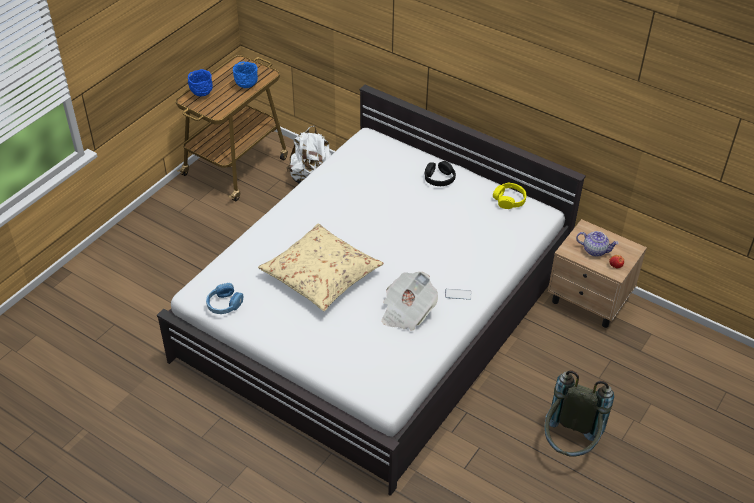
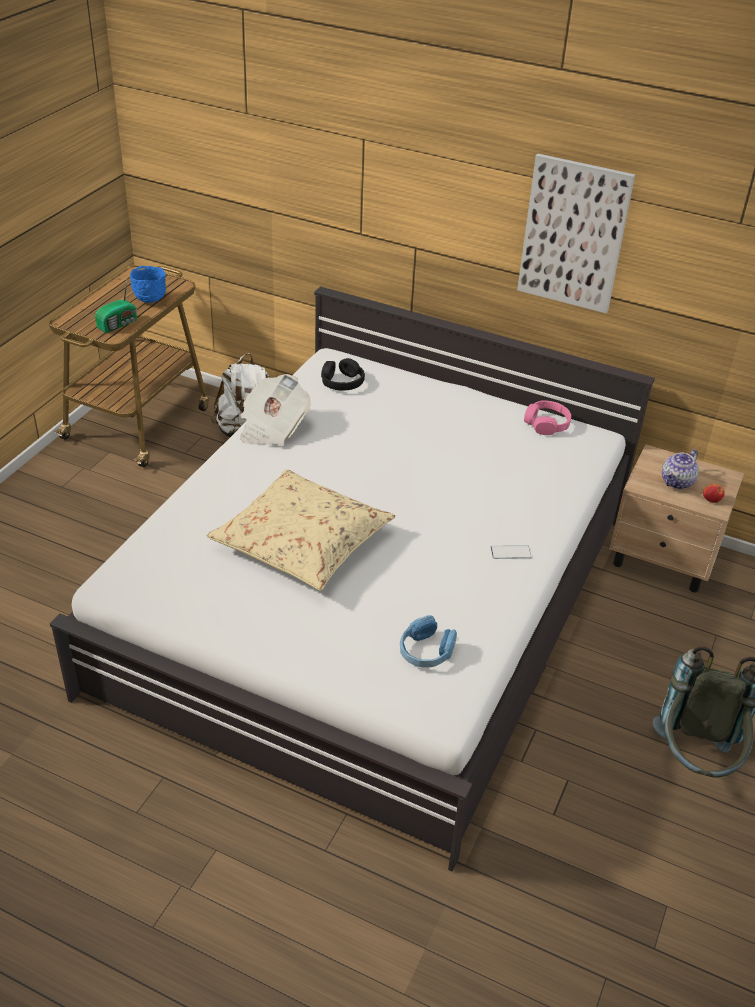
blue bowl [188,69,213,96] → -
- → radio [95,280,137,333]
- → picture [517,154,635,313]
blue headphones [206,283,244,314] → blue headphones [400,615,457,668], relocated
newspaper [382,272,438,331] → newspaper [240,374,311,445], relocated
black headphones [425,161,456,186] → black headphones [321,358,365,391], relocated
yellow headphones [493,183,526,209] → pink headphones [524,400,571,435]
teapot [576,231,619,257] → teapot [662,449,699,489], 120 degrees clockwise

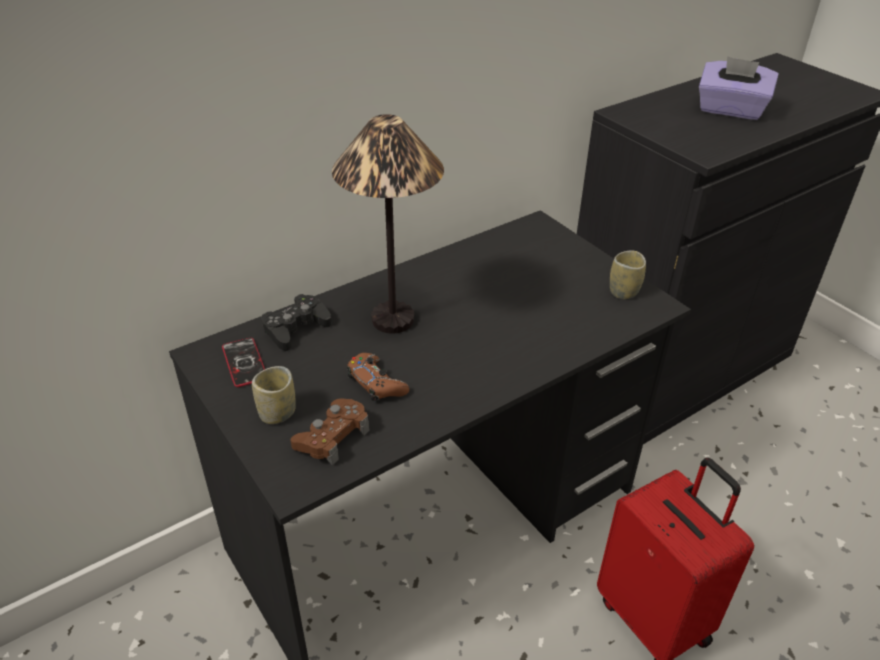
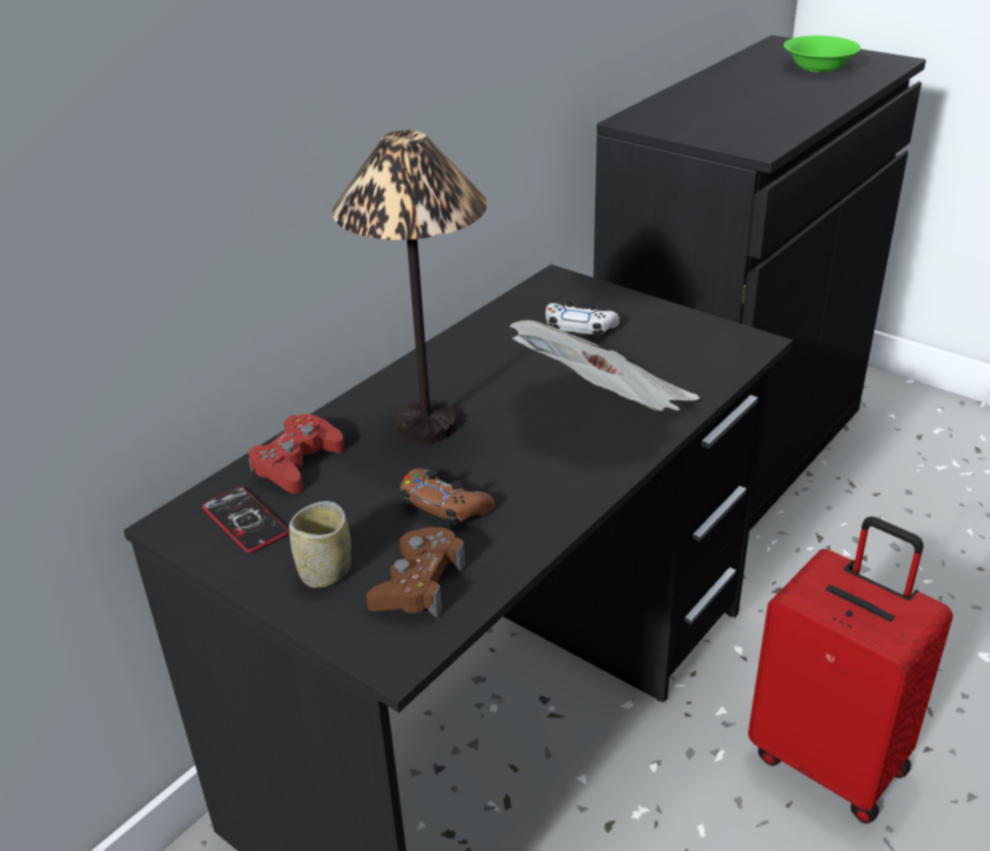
cup [610,251,646,299] → -
purple tissue box [699,56,779,120] → -
- → newspaper [510,320,700,412]
- → white game controller [545,301,619,338]
- → green bowl [784,35,861,72]
black game controller [262,294,332,351] → red game controller [248,414,345,494]

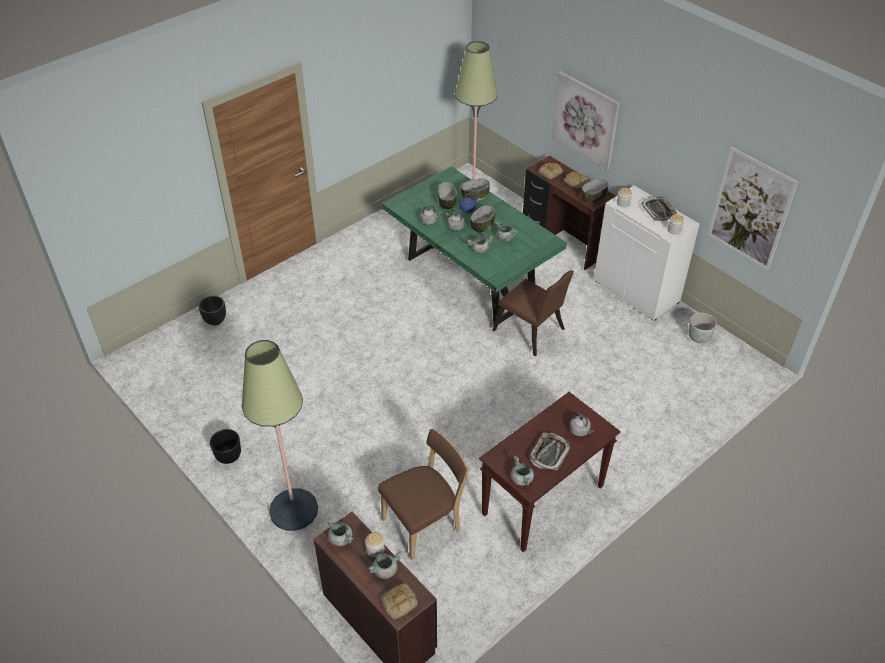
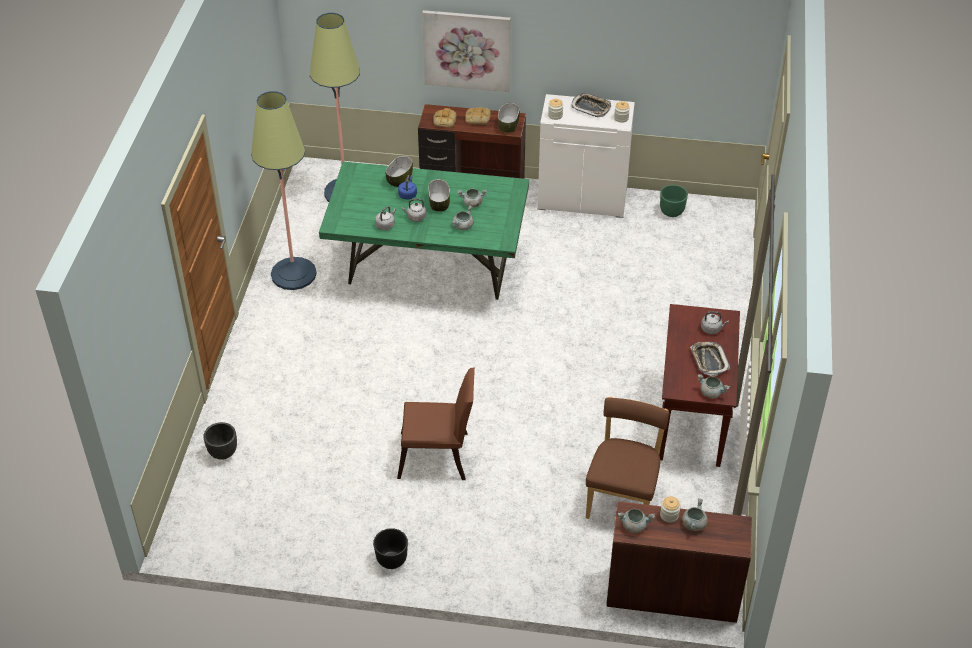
bread [381,583,418,619] → -
bowl [438,182,456,209] → -
picture [708,147,798,270] → -
floor lamp [242,340,318,531] → floor lamp [251,91,317,290], relocated
brown chair [493,270,574,356] → brown chair [397,367,475,480], relocated
grey planter [688,313,717,343] → green planter [660,185,688,217]

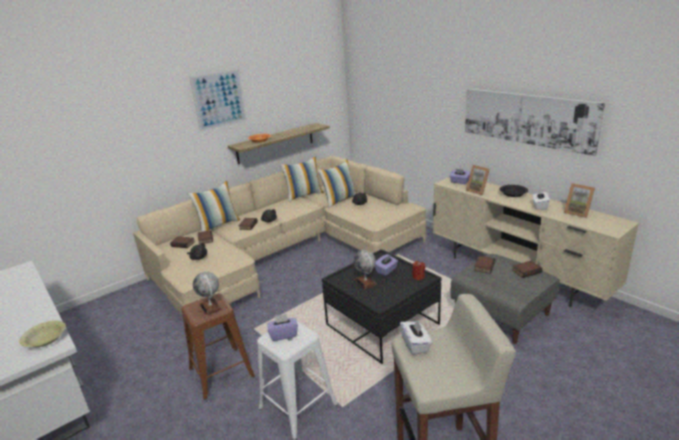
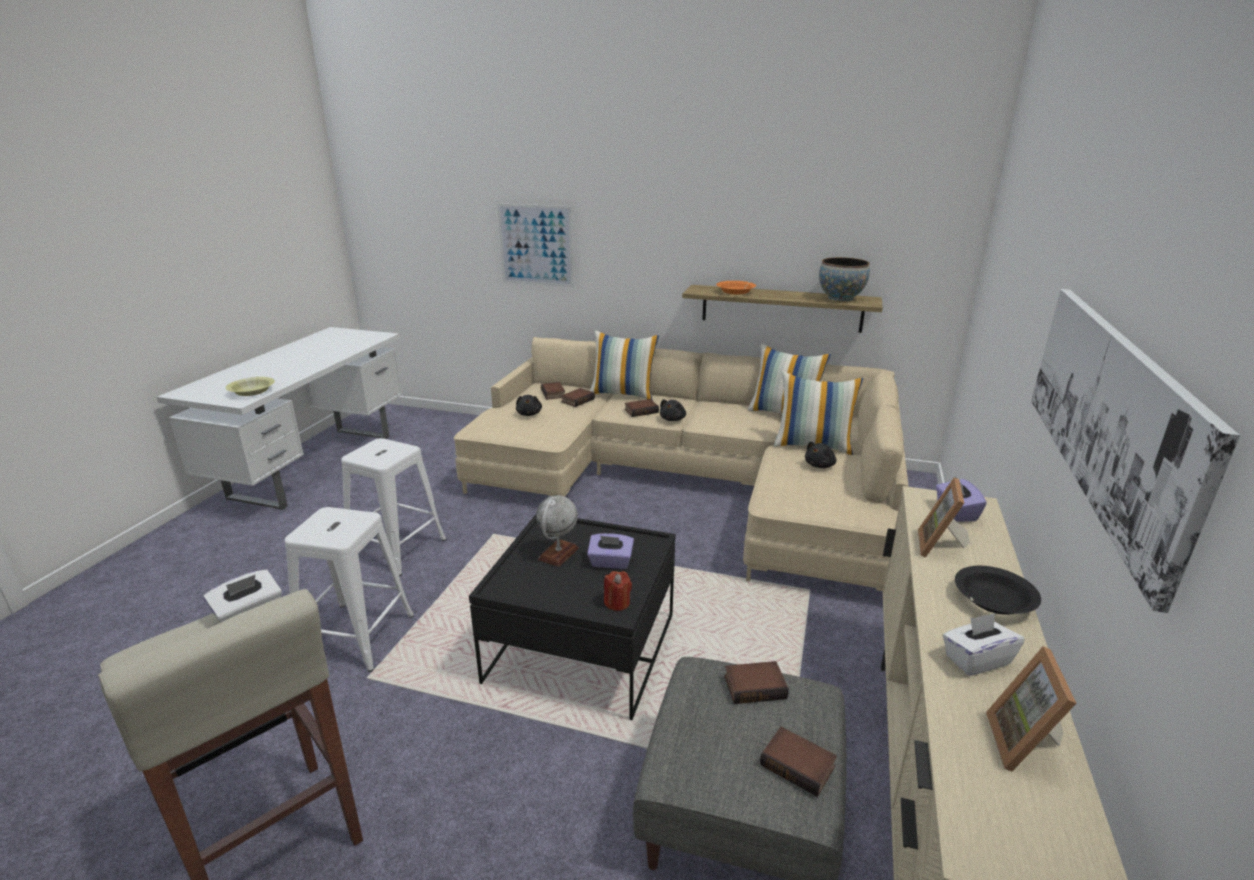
globe [193,272,222,316] → -
purple tissue box [267,314,298,341] → -
- → bowl [819,257,870,302]
picture [190,69,247,131] → picture [497,203,574,287], relocated
brown stool [181,293,255,400] → white stool [341,438,447,576]

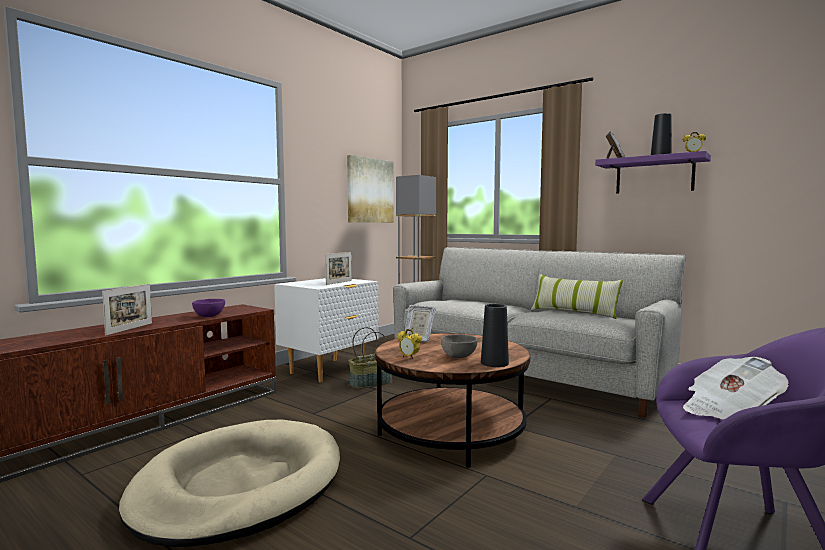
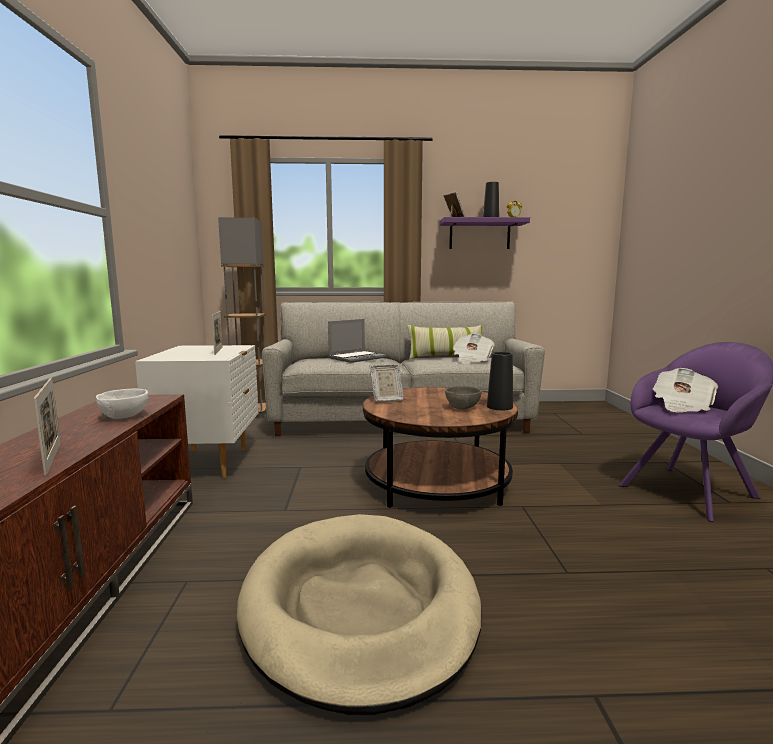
picture [347,155,394,223] → -
basket [349,327,392,389] → -
alarm clock [397,329,421,359] → -
- → laptop [328,319,386,363]
- → newspaper [453,334,495,363]
purple bowl [192,299,225,317] → white bowl [96,389,148,419]

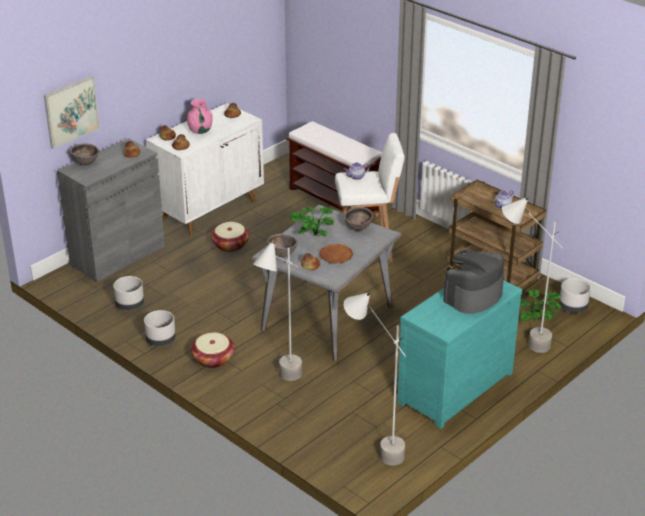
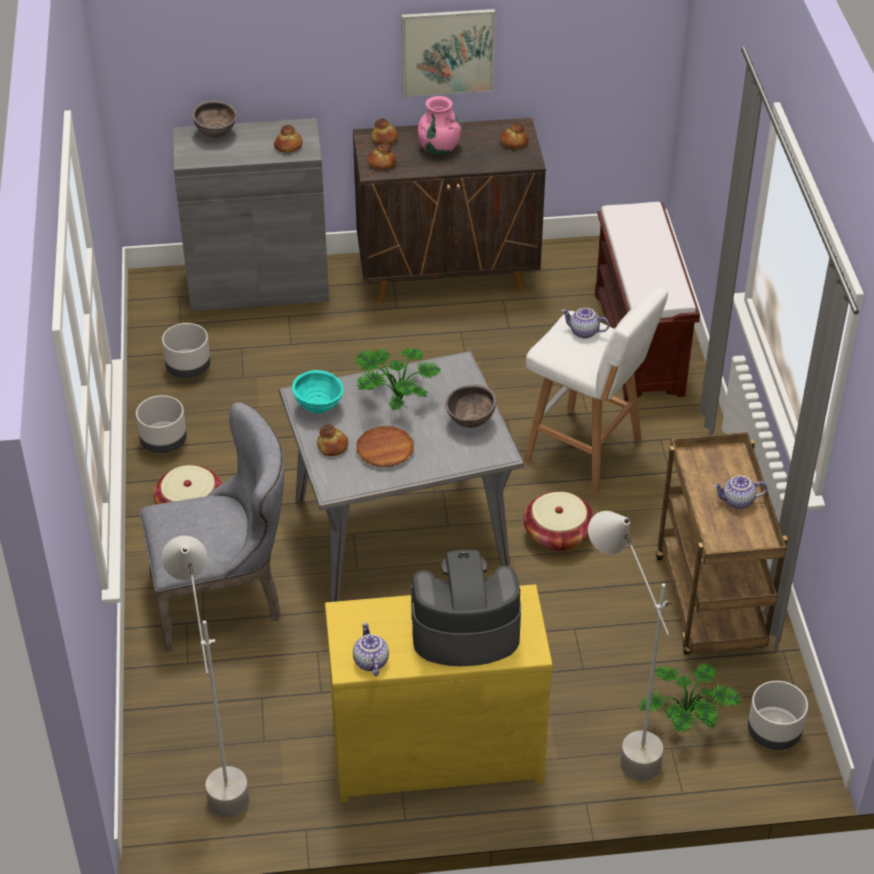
- → teapot [353,622,389,676]
picture [44,76,100,149] → picture [401,9,495,97], relocated
basket [211,222,249,252] → basket [523,491,594,552], relocated
grey floor lamp [253,240,302,381] → grey chair [140,402,284,652]
white cabinet [145,103,264,236] → brown cabinet [353,118,546,303]
brown bowl [267,234,298,257] → turquoise bowl [292,370,344,414]
turquoise dresser [397,280,522,429] → yellow dresser [325,584,553,802]

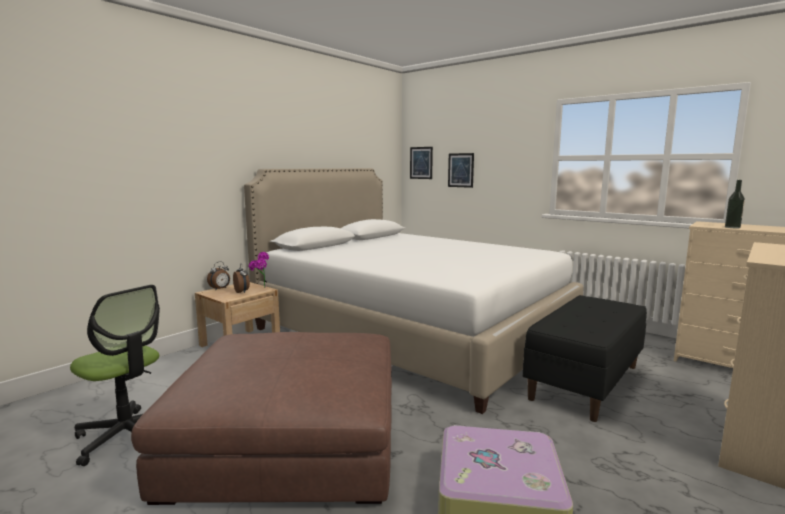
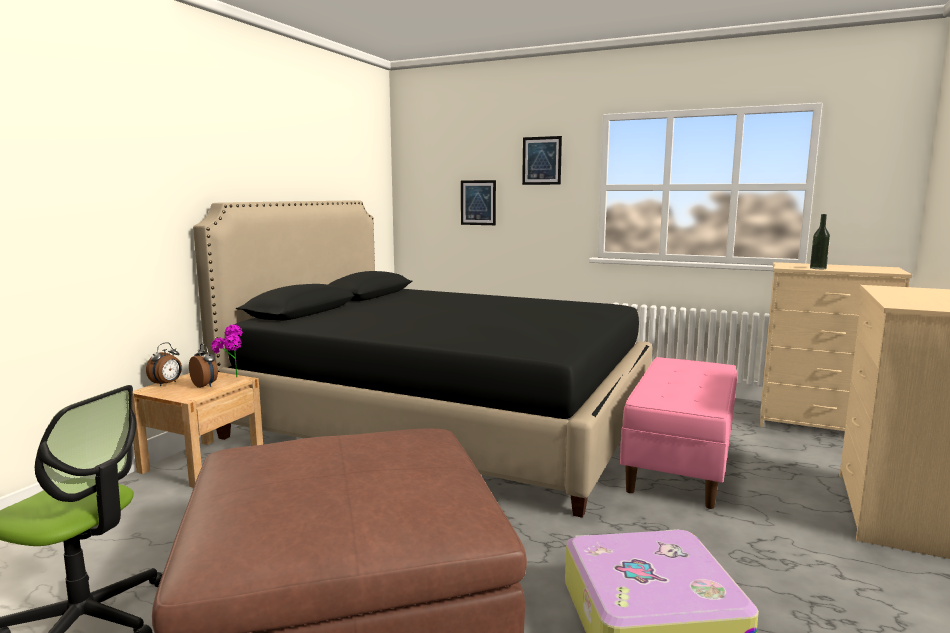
picture [410,147,433,179] → picture [522,136,562,185], relocated
white bed [244,168,584,414] → black bed [193,200,653,518]
black bench [523,295,647,422] → pink bench [620,357,737,509]

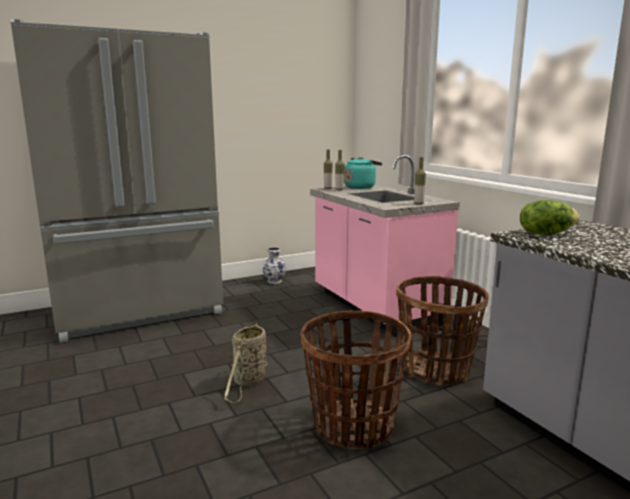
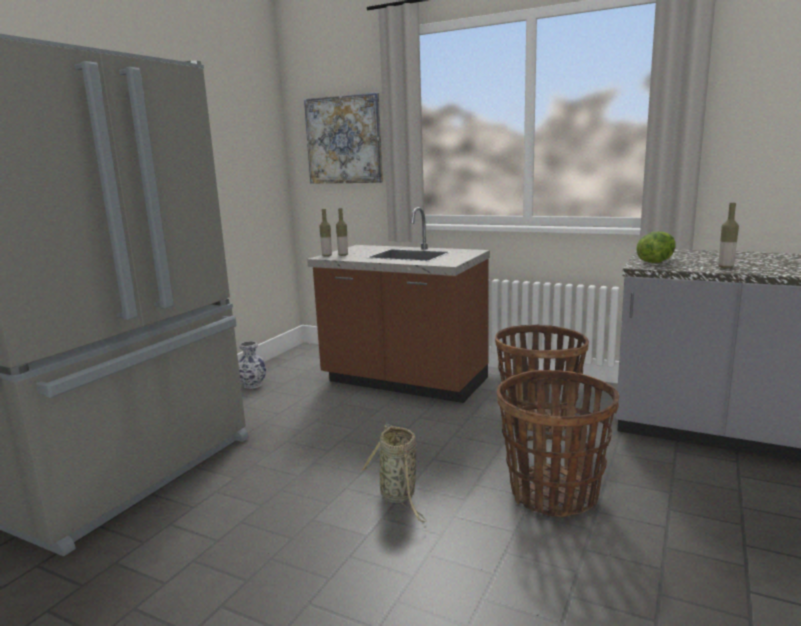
turquoise kettle [344,157,382,189] → -
- → picture [304,93,383,184]
bottle [414,157,426,204] → bottle [718,203,739,269], relocated
pink counter [310,155,460,337] → brown counter [307,207,490,403]

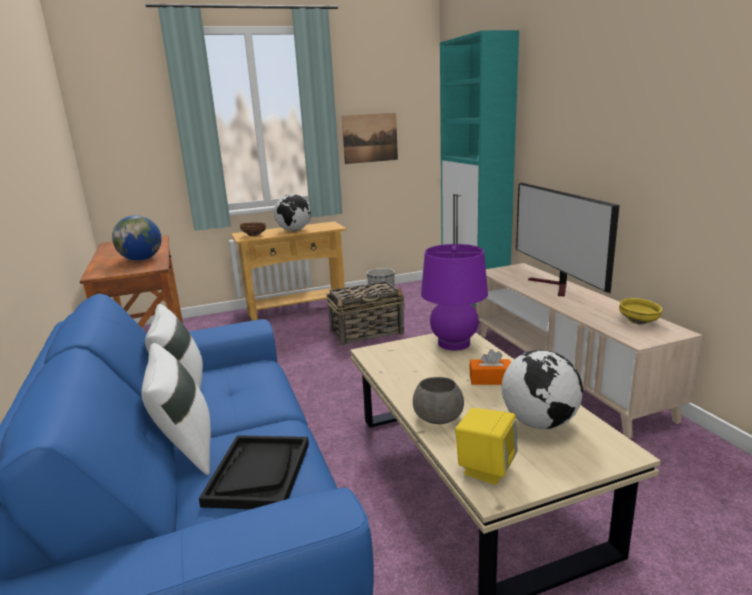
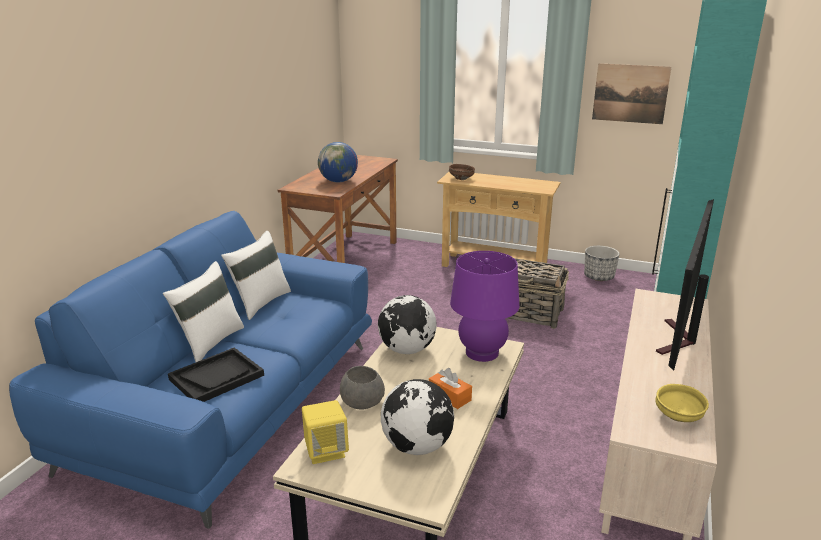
globe [274,194,311,231] → globe [378,295,436,354], relocated

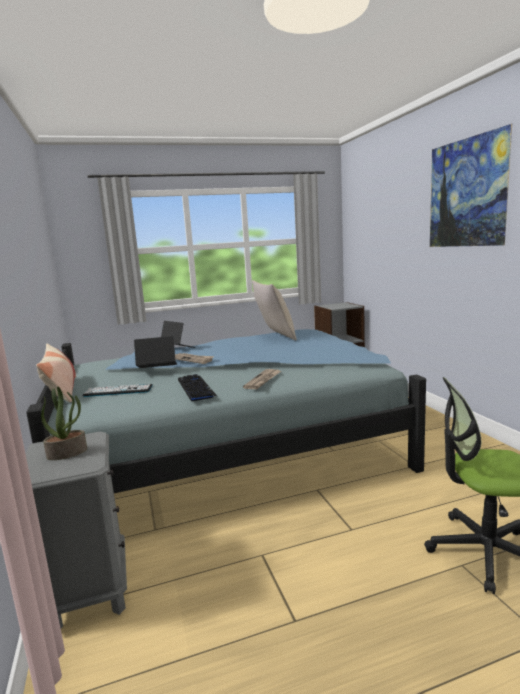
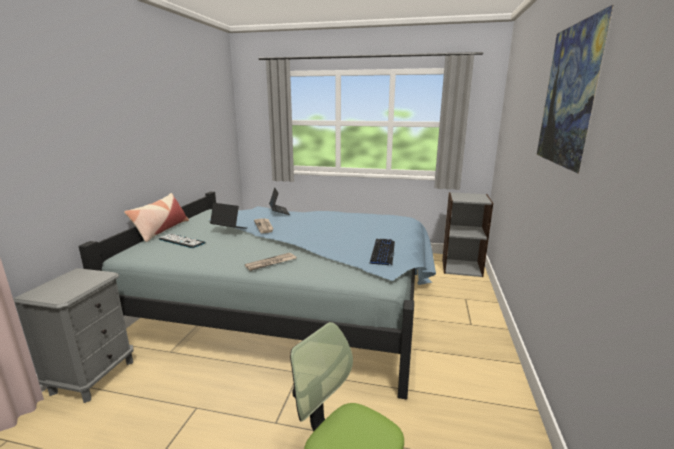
potted plant [41,387,87,460] → -
beige pillow [252,280,297,340] → -
keyboard [178,374,217,401] → keyboard [370,239,395,265], relocated

